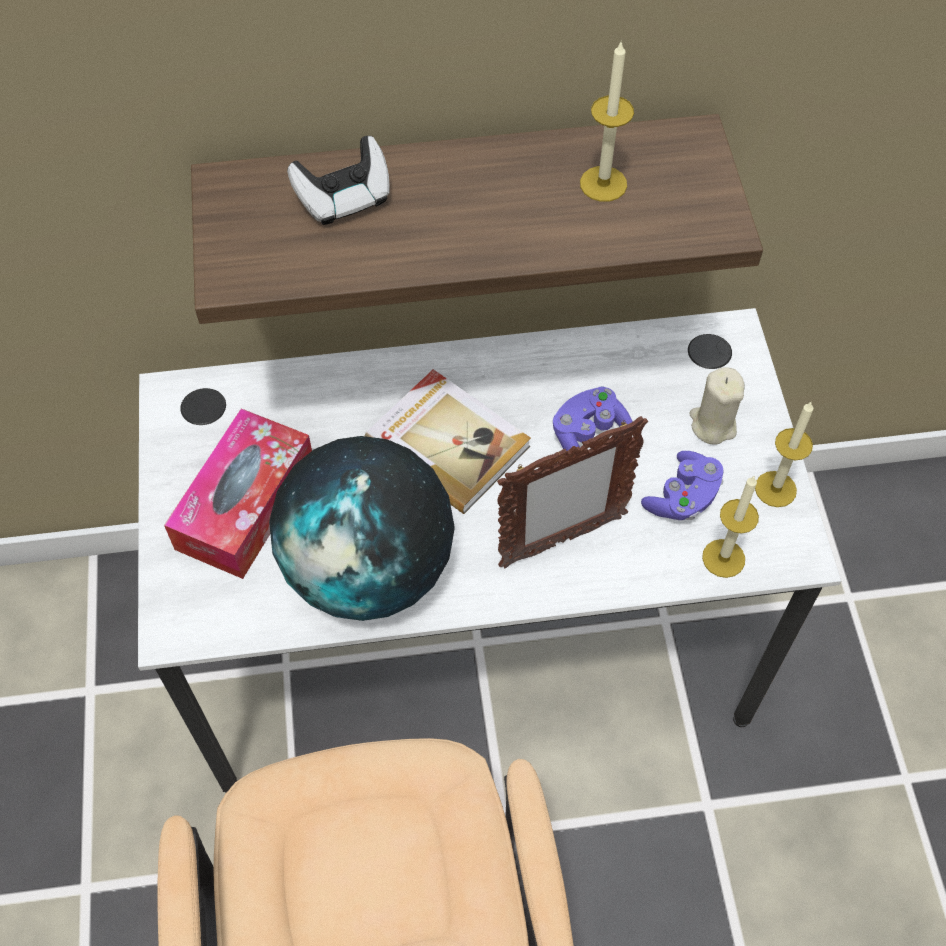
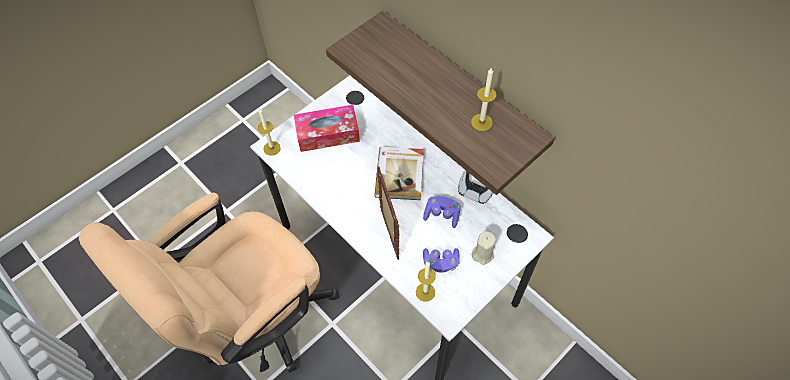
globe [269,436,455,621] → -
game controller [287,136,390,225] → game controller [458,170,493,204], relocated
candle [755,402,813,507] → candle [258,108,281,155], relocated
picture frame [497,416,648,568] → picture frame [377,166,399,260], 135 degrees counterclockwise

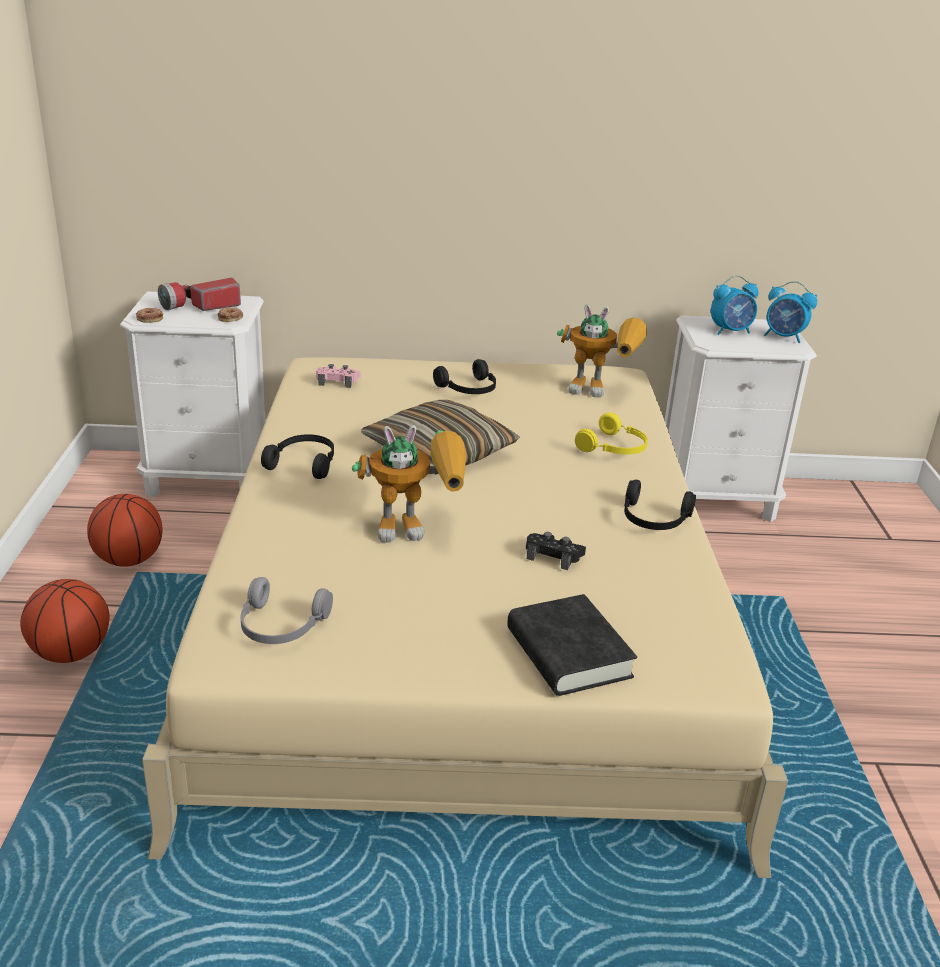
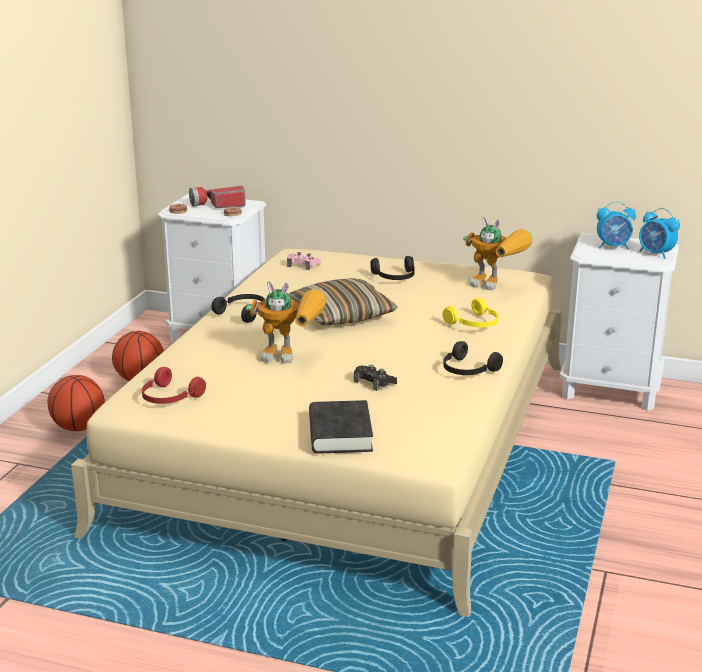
grey headphones [241,577,333,644] → red headphones [142,367,206,404]

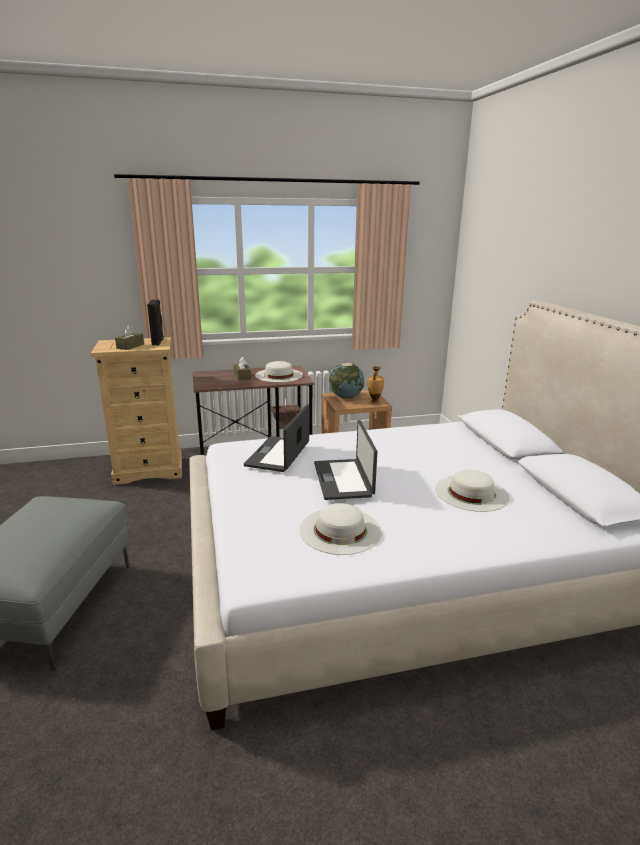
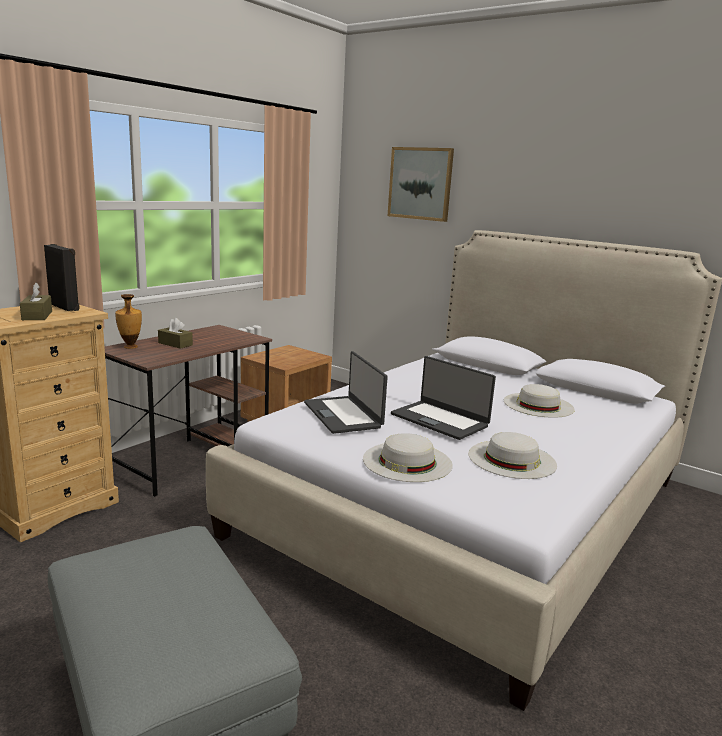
globe [329,363,364,399] → -
- → picture [388,147,454,222]
white hat [255,361,303,382] → white hat [363,433,453,482], relocated
vase [367,366,384,403] → vase [115,294,142,349], relocated

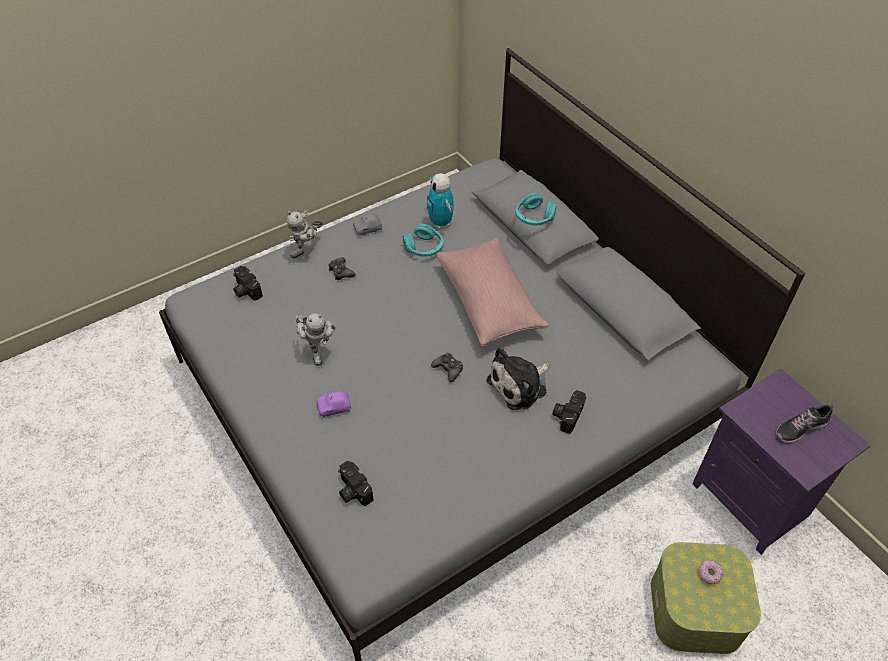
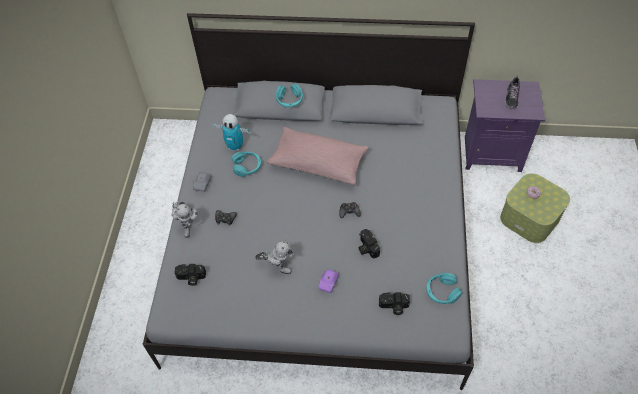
plush toy [486,347,549,410] → -
- → turquoise headphones [426,273,462,304]
photo camera [552,390,586,434] → photo camera [359,229,380,259], relocated

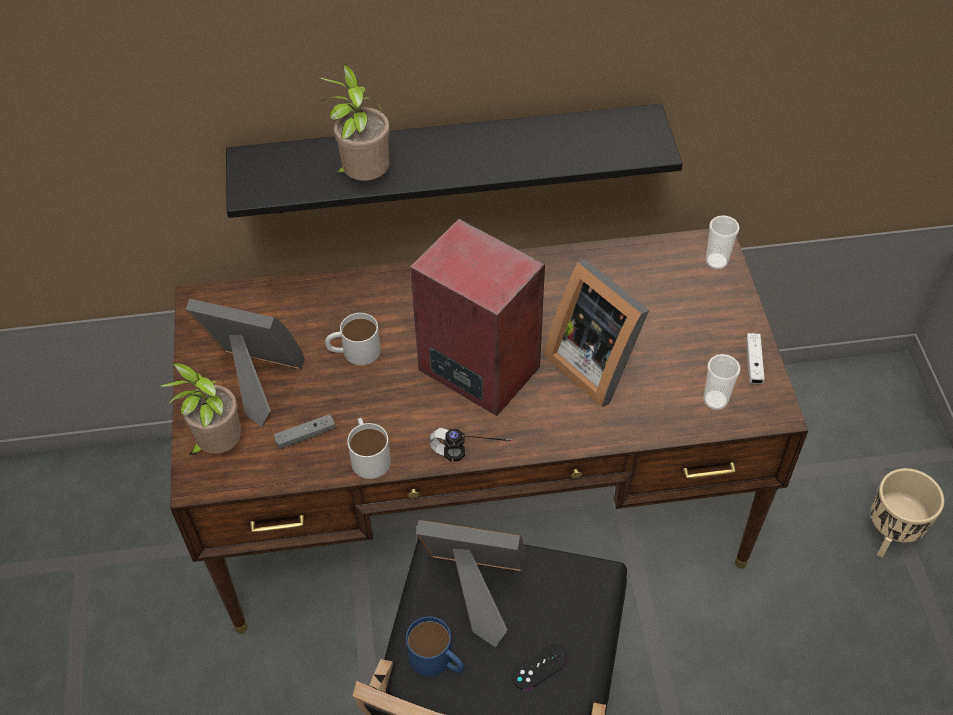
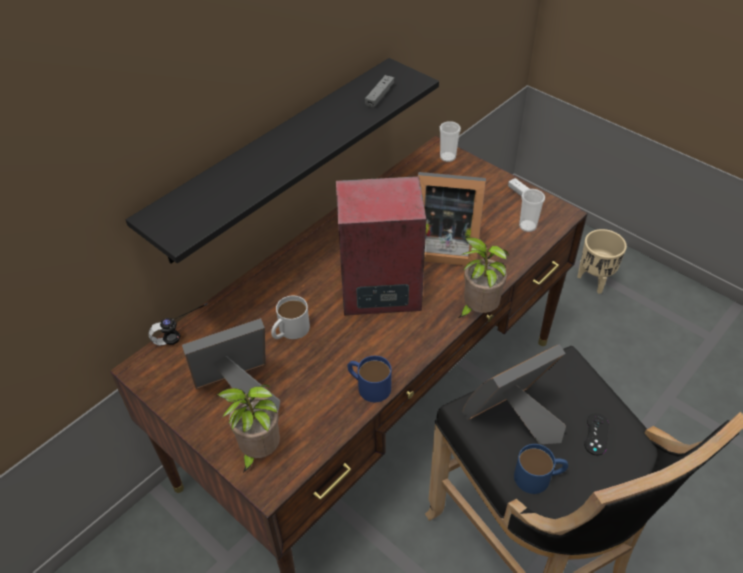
grey game controller [274,414,336,449] → grey game controller [365,75,395,108], relocated
potted plant [319,65,390,181] → potted plant [458,237,509,318], relocated
headphones [430,428,512,462] → headphones [148,303,208,346], relocated
white mug [347,418,391,479] → blue mug [348,356,391,402]

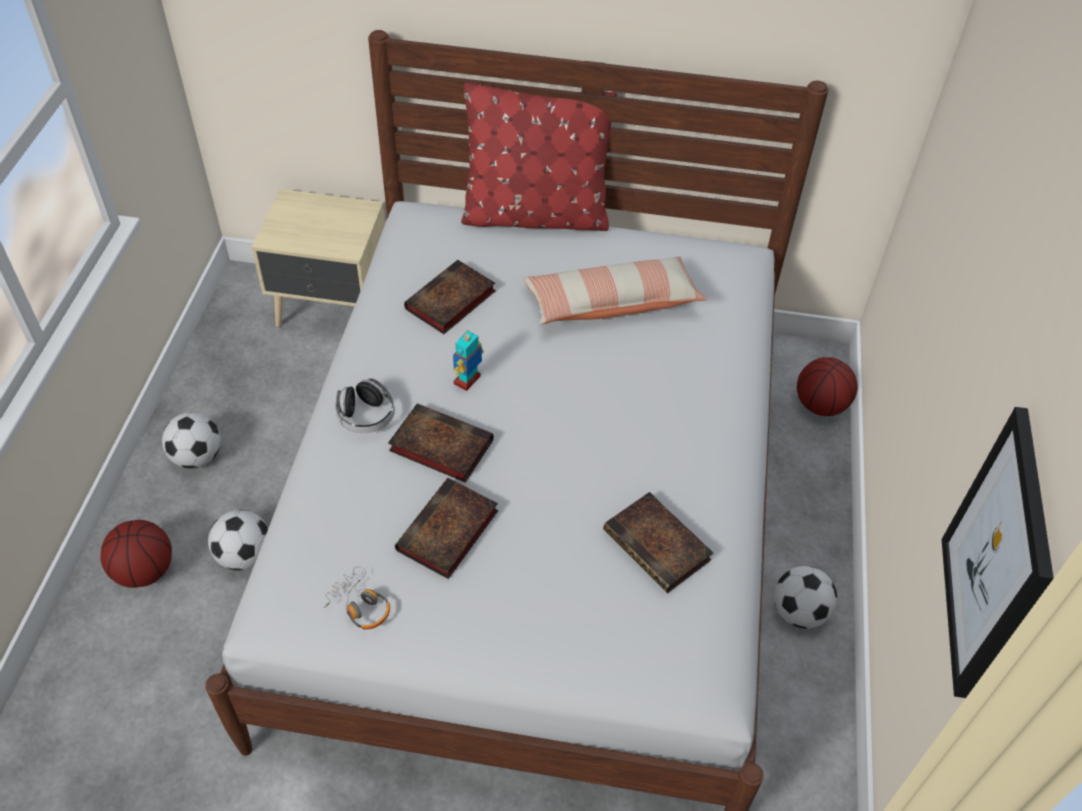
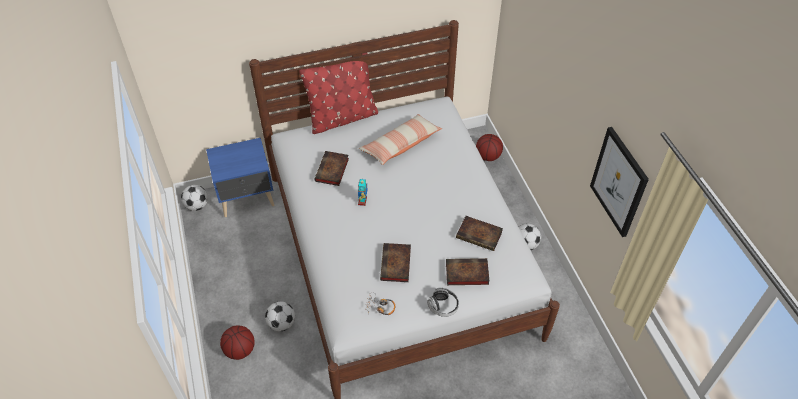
football [162,412,221,468] → football [181,185,208,211], relocated
headphones [335,378,395,433] → headphones [427,287,459,317], relocated
book [388,403,494,483] → book [446,258,489,285], relocated
beige nightstand [251,189,385,327] → blue nightstand [206,138,274,217]

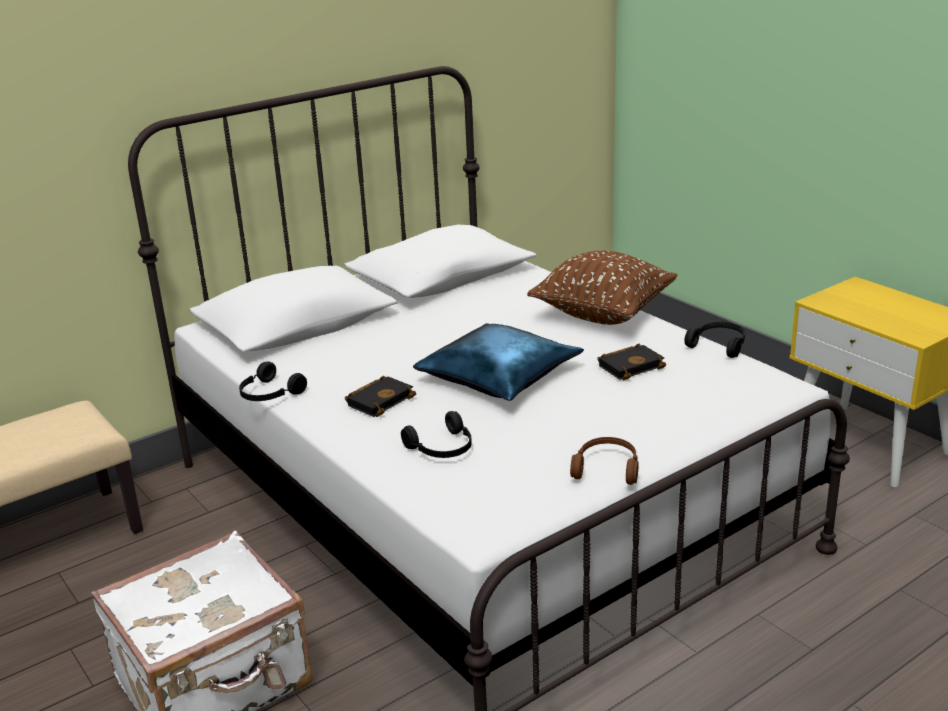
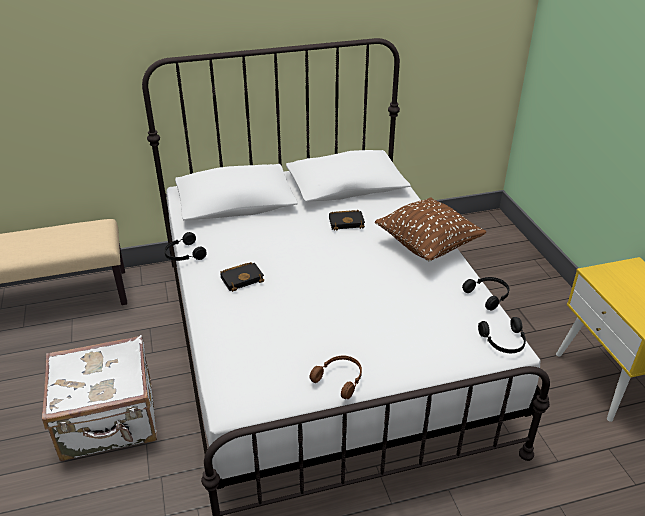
blue pillow [413,323,584,401] → -
black headphones [401,411,472,458] → black headphones [478,317,526,353], relocated
black book [597,344,666,380] → black book [329,210,365,231], relocated

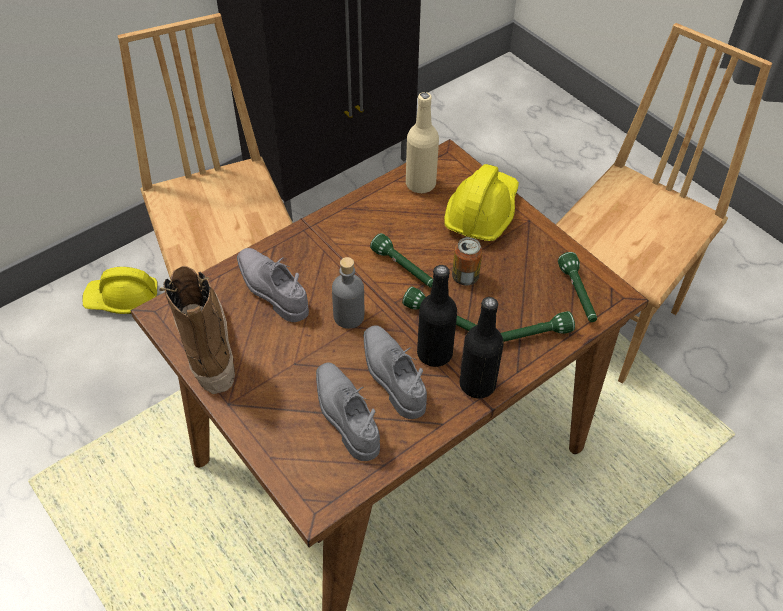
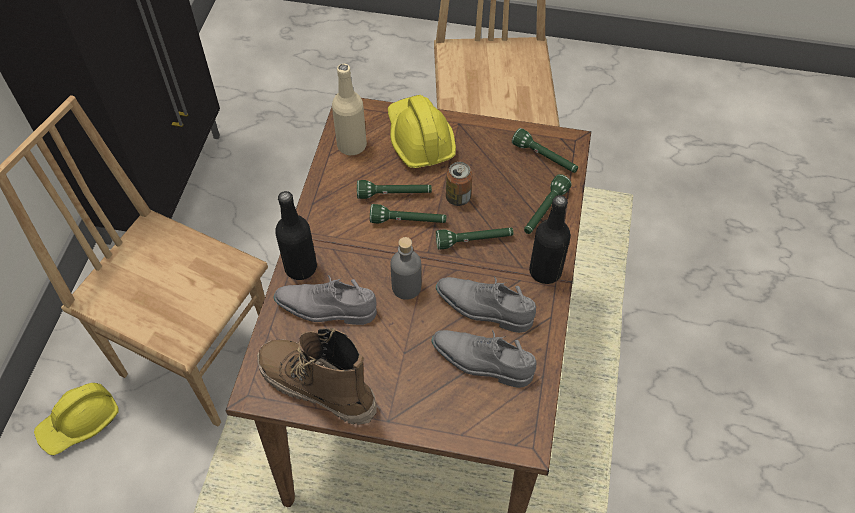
- → green flashlight [357,180,432,199]
black bottle [417,265,457,367] → black bottle [275,191,317,280], relocated

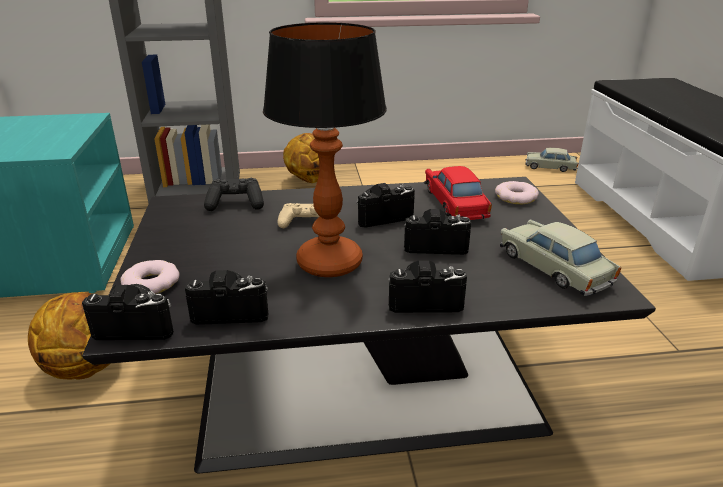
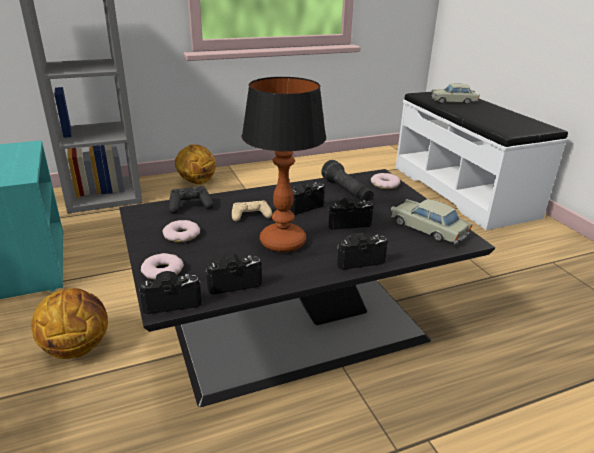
- → donut [163,220,200,242]
beige toy car [525,148,578,172] → beige toy car [431,84,480,104], relocated
red toy car [424,166,492,220] → black flashlight [321,160,374,202]

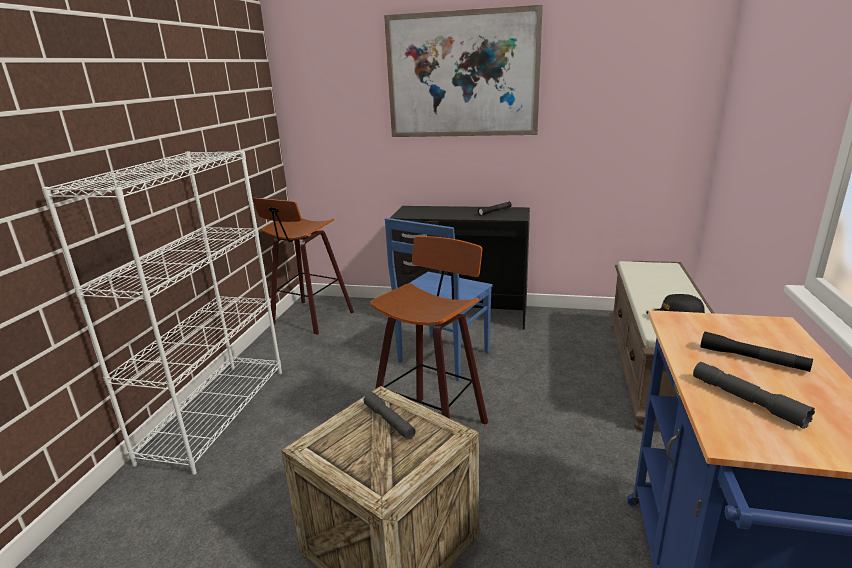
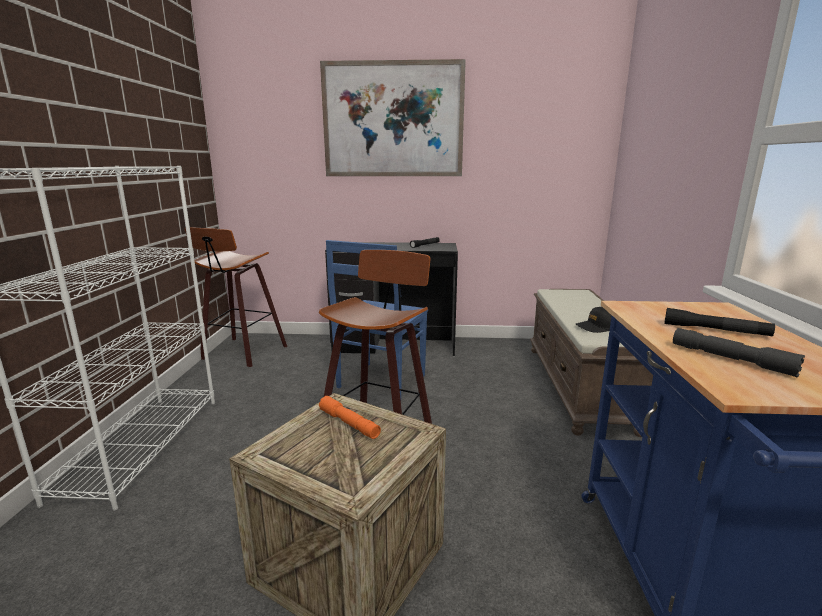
grey flashlight [363,392,416,440] → orange flashlight [319,396,381,439]

